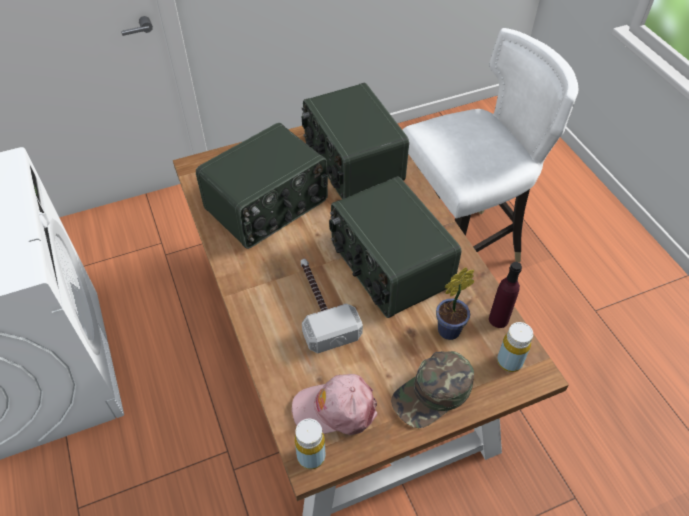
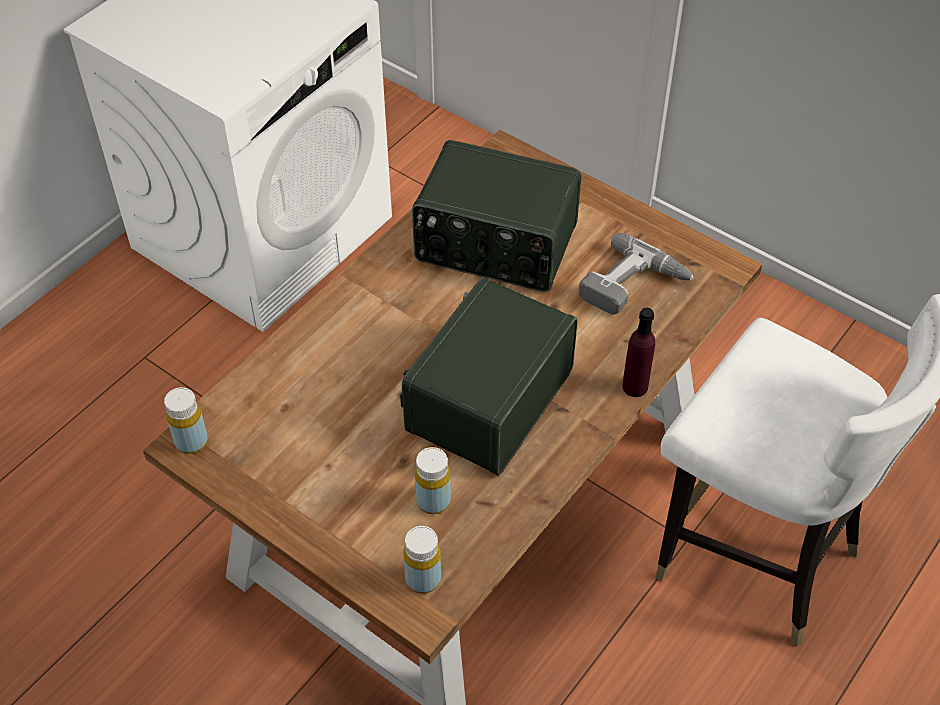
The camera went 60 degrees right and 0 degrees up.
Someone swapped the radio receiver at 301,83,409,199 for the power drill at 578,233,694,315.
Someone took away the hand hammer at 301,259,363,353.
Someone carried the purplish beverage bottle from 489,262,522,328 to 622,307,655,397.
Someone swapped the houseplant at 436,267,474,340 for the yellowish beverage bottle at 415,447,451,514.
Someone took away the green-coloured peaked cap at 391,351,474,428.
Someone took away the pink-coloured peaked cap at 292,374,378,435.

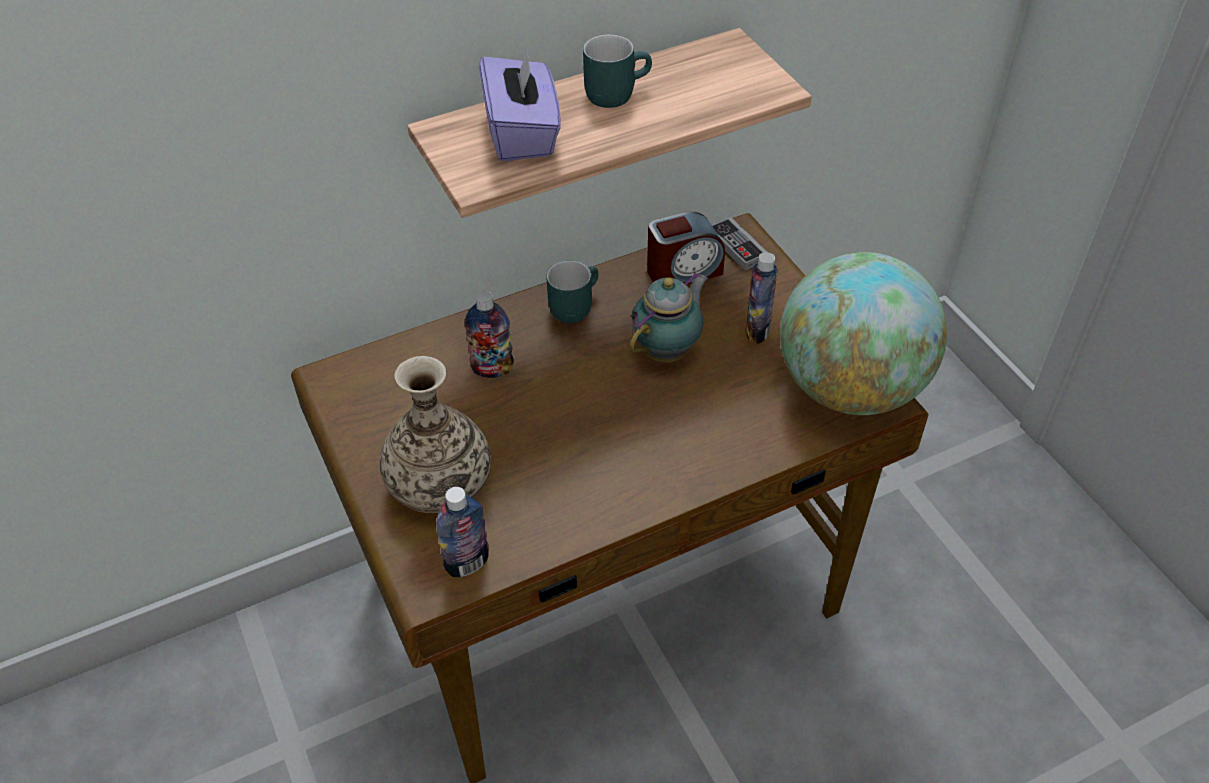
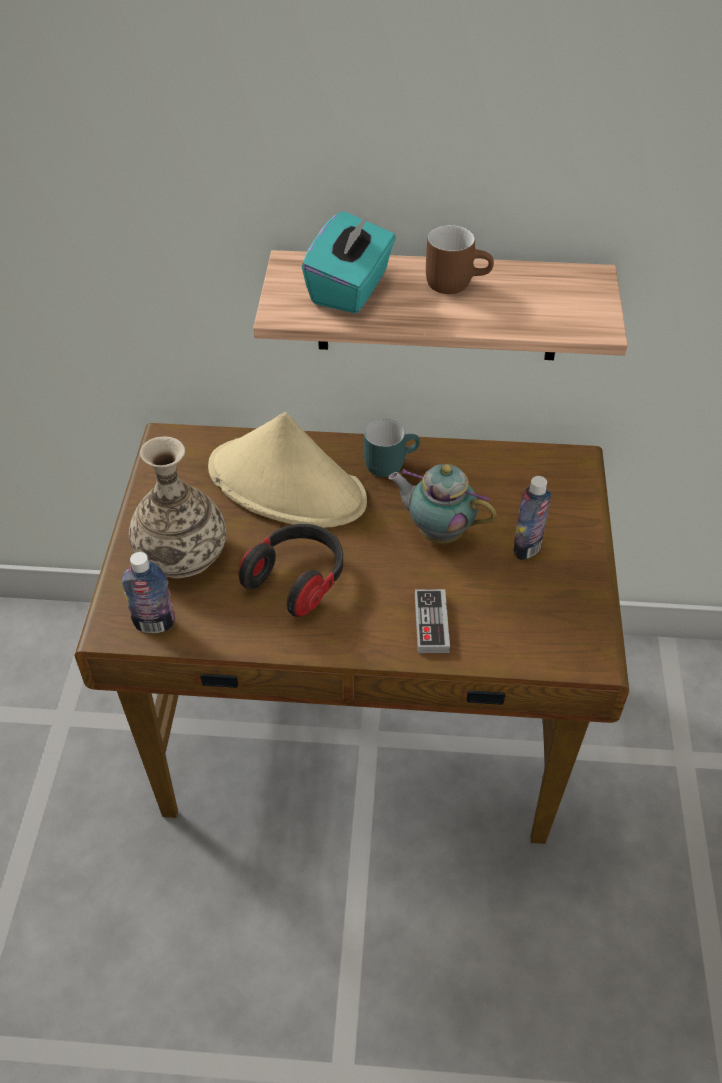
The camera went 30 degrees right and 0 degrees up.
Someone repainted the turquoise tea mug at 583,34,652,108, which became the brown tea mug at 426,225,494,294.
Someone repainted the purplish tissue box at 479,48,561,161, which became the turquoise tissue box at 302,211,396,314.
Someone took away the bedside clock at 647,211,725,284.
Someone carried the game controller from 712,217,767,270 to 415,589,450,653.
Someone took away the globe at 780,252,947,415.
Someone rotated the teapot at 629,272,708,363 by 135 degrees counterclockwise.
Someone swapped the beverage bottle at 464,290,514,378 for the sand-coloured wearable hat at 208,412,367,528.
Someone put down the pair of headphones at 239,524,343,617.

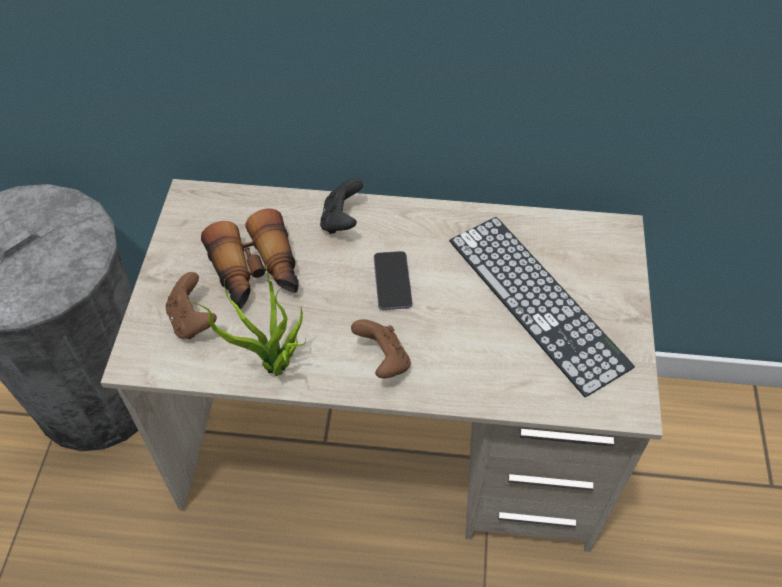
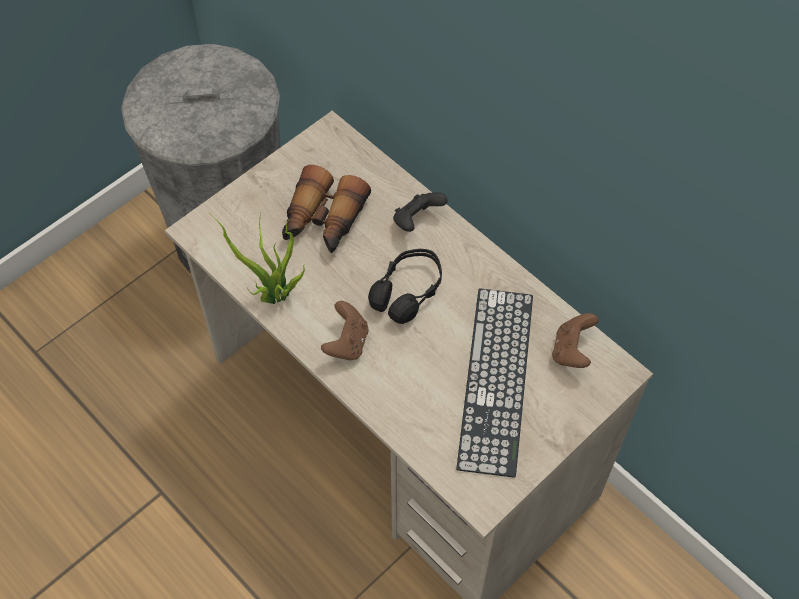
The camera went 40 degrees right and 5 degrees up.
Someone swapped the telephone at 374,251,412,310 for the black-coloured pair of headphones at 368,249,442,324.
Someone carried the brown game controller from 166,272,217,339 to 552,313,598,368.

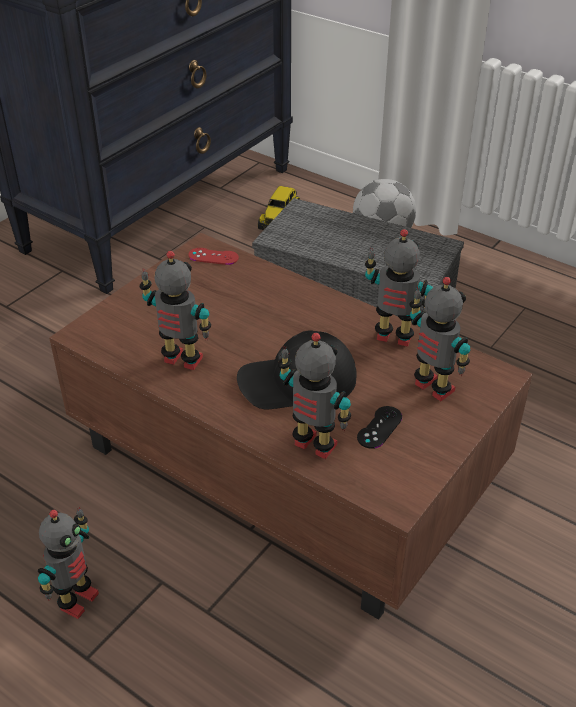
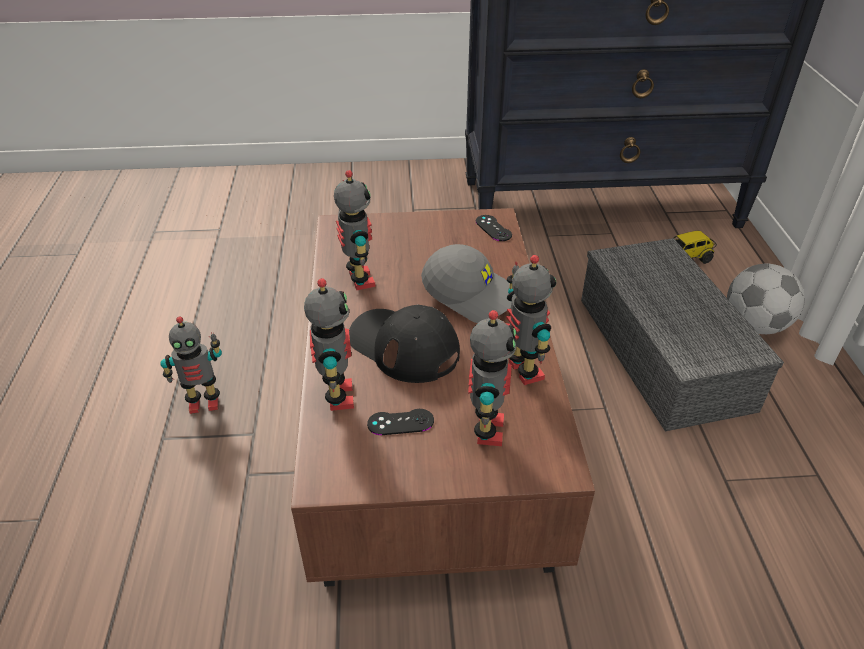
The camera went 50 degrees right and 0 degrees up.
Someone repainted the red game controller at 188,248,239,265, which became the black-coloured game controller at 476,215,512,241.
Someone put down the gray peaked cap at 421,244,511,323.

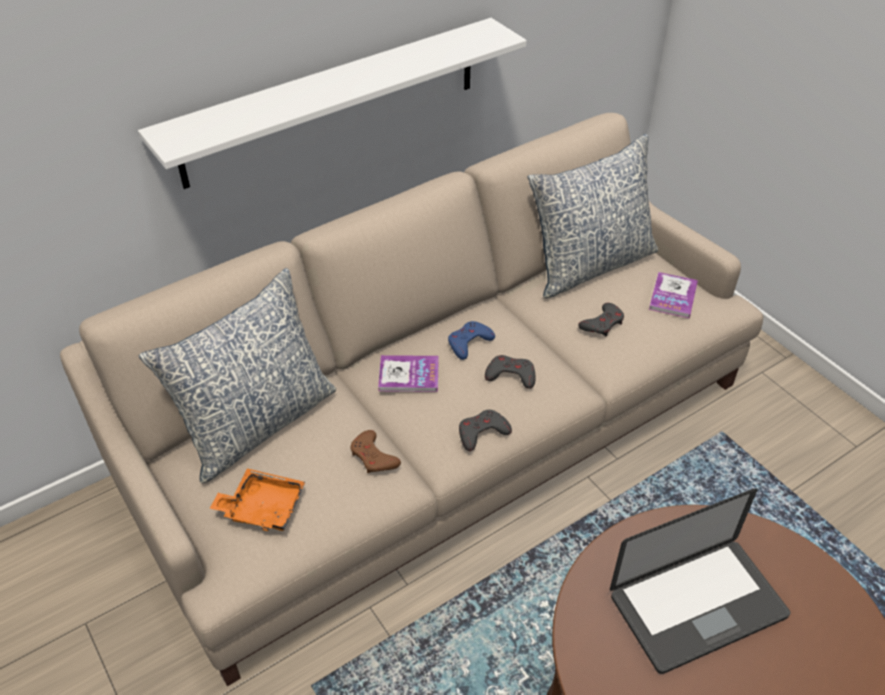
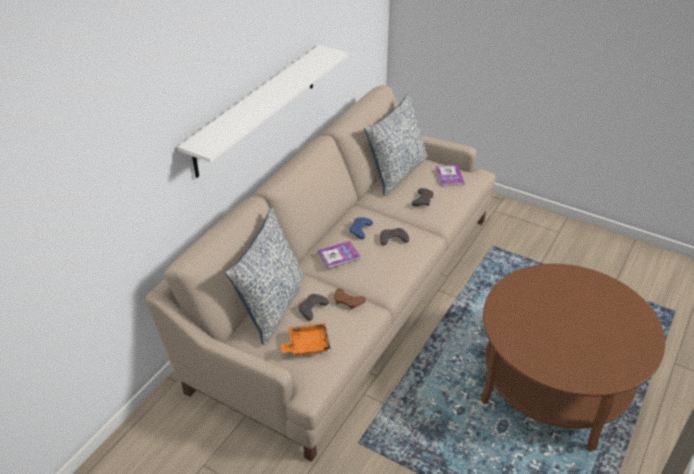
The camera went 25 degrees left and 5 degrees down.
Someone carried the gray game controller from 459,410,512,451 to 298,294,329,321.
Someone took away the notebook computer at 610,488,790,674.

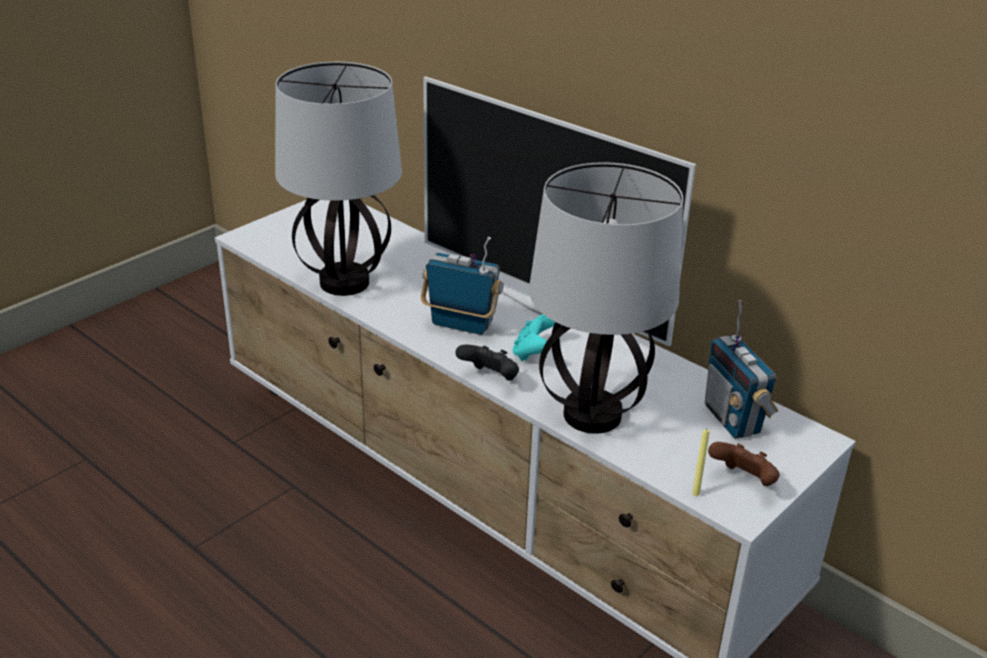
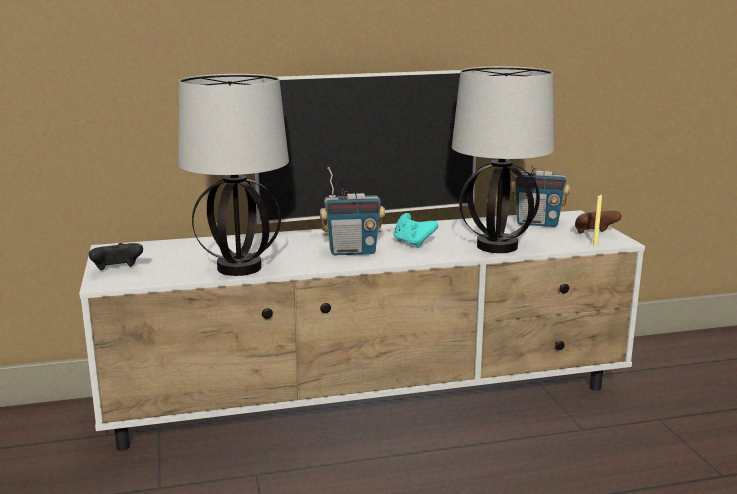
The camera went 55 degrees left and 15 degrees down.
Someone rotated the radio receiver at 421,237,504,335 by 150 degrees counterclockwise.
Someone carried the black-coloured game controller from 455,345,519,380 to 89,243,143,270.

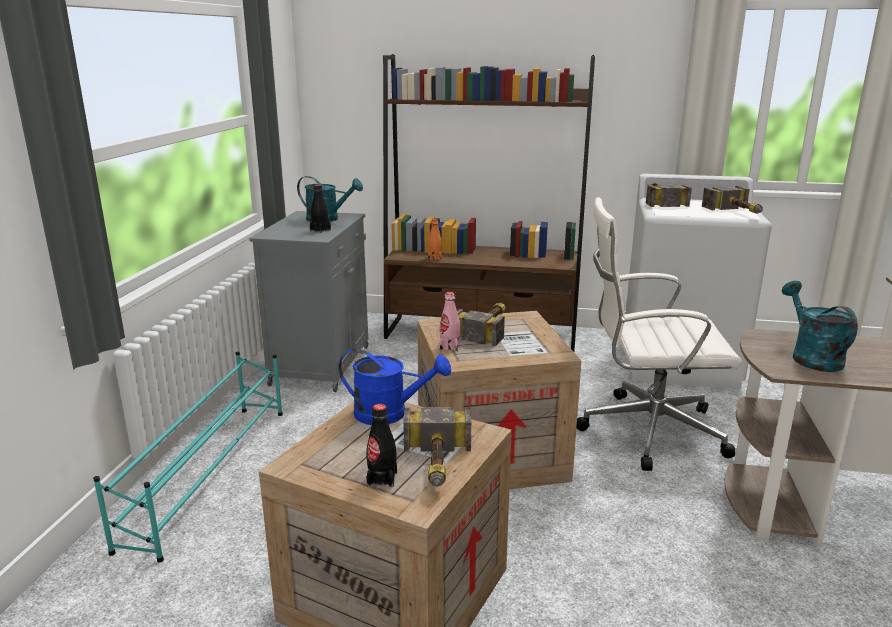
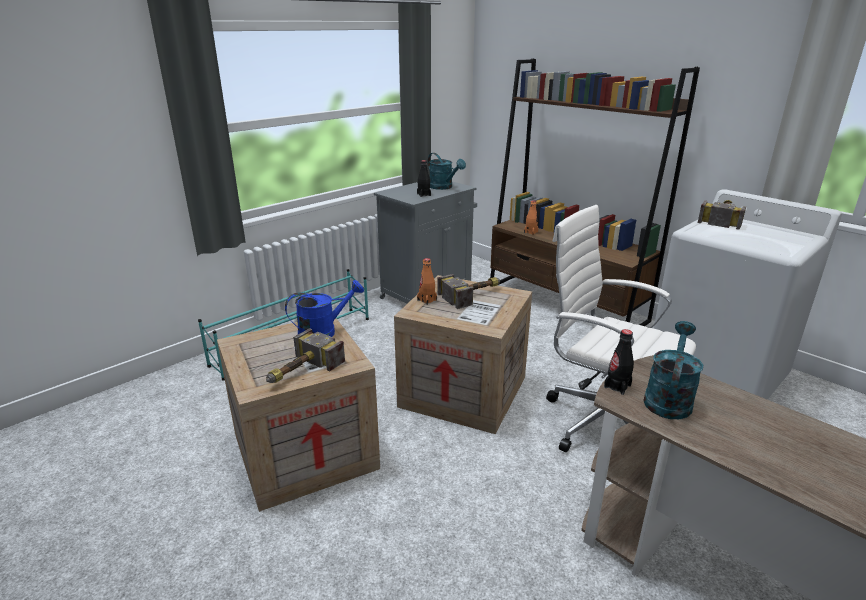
The camera went 35 degrees right and 5 degrees up.
Someone took away the hand hammer at 702,186,763,214.
Someone repainted the pink-coloured beverage bottle at 439,292,460,351, which became the orange beverage bottle at 417,258,437,305.
Someone rotated the blue watering pot at 339,349,451,425 by 75 degrees counterclockwise.
Someone carried the black-coloured beverage bottle from 366,404,397,487 to 604,329,634,395.

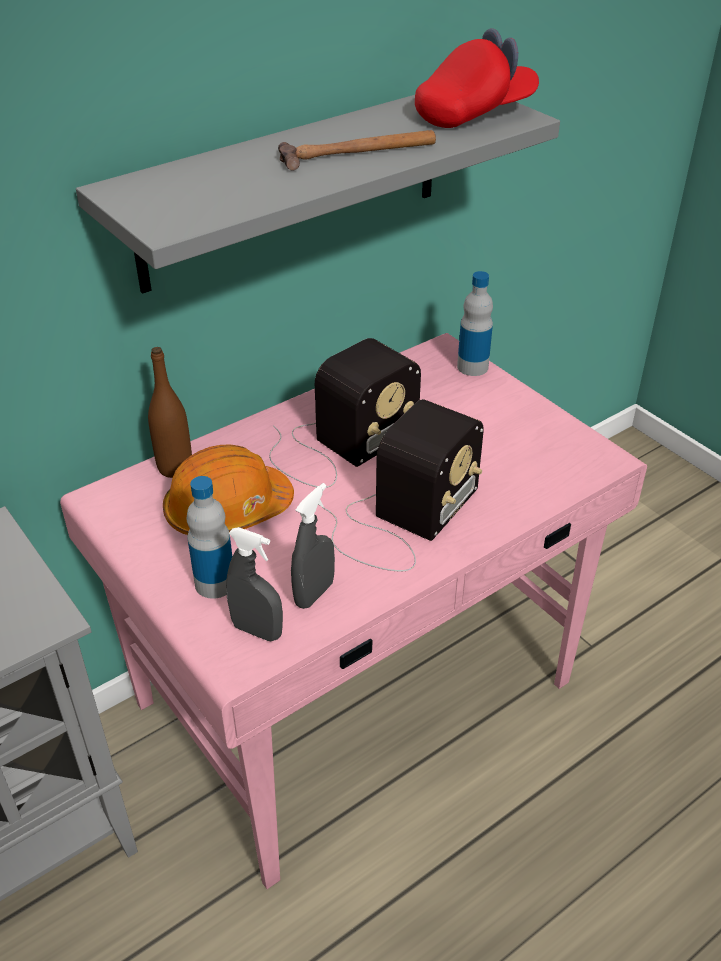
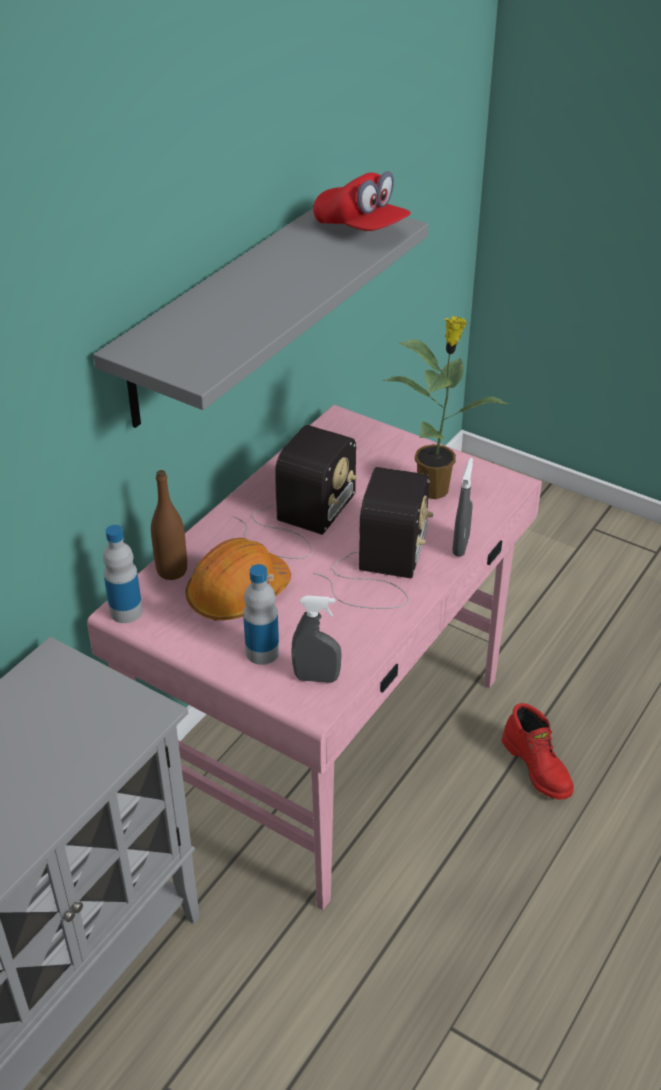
The camera went 20 degrees left and 0 degrees up.
Someone rotated the red peaked cap at 415,28,539,128 by 90 degrees clockwise.
Someone took away the hand hammer at 278,130,436,171.
Someone carried the beverage bottle from 457,271,493,376 to 103,525,143,623.
Someone carried the gray sprayer from 291,483,335,609 to 452,458,473,557.
Someone put down the houseplant at 382,316,509,499.
Someone put down the red tall boot at 502,703,574,800.

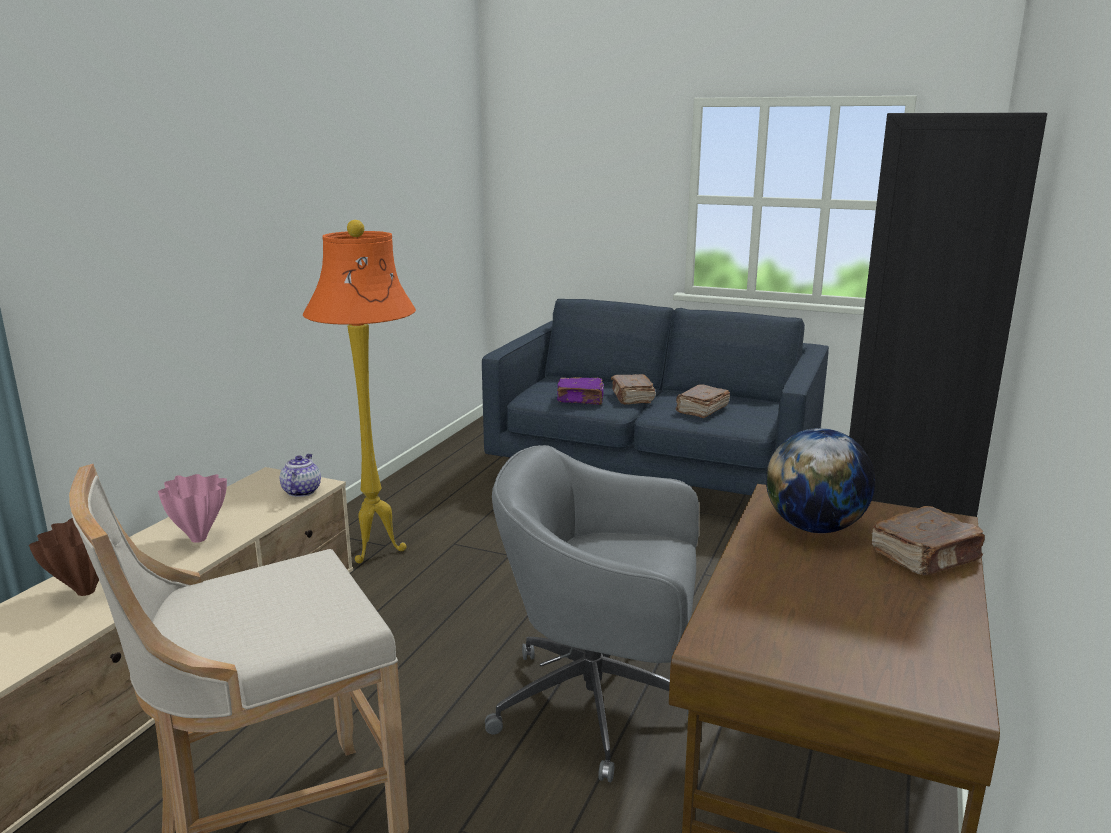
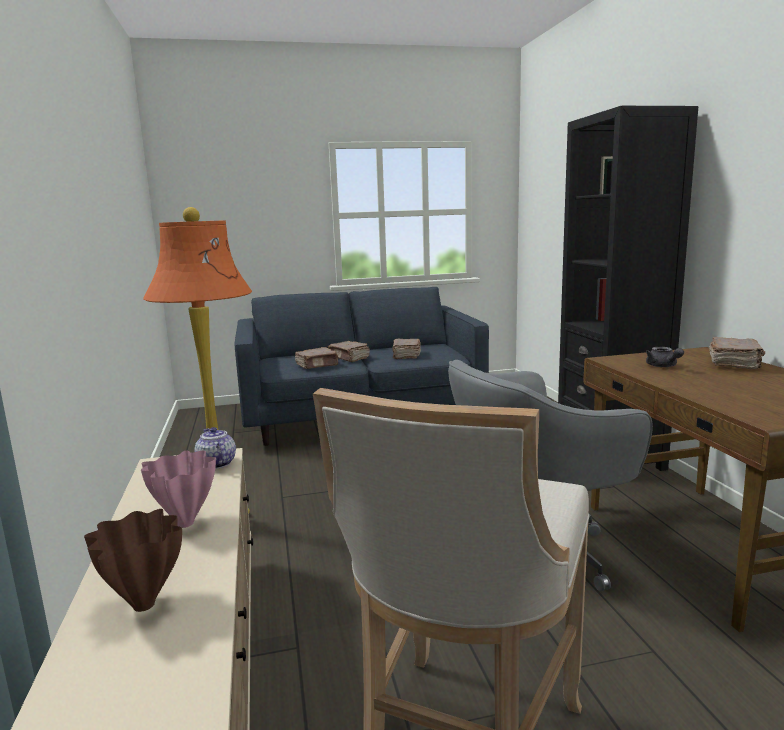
The camera went 35 degrees left and 5 degrees down.
Someone repainted the purplish volume at 557,377,604,405, which became the brown volume at 295,347,339,369.
Someone swapped the globe at 766,428,875,533 for the gray teapot at 646,347,684,367.

